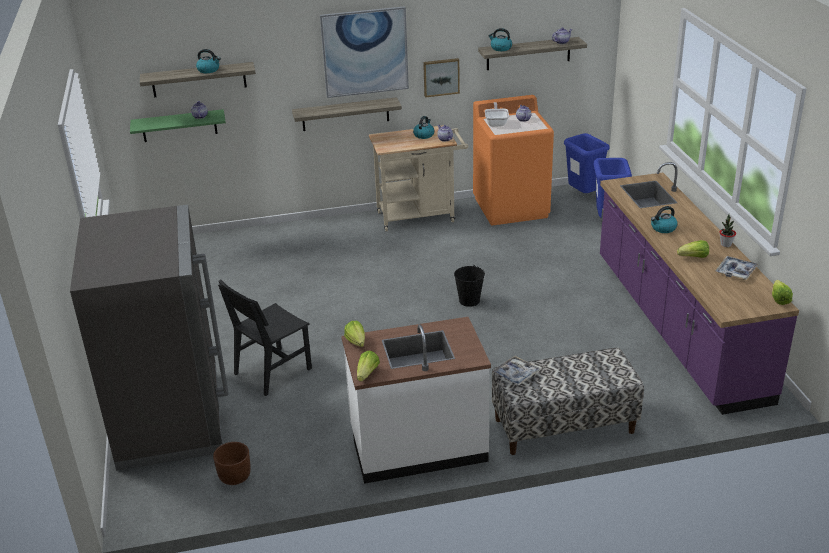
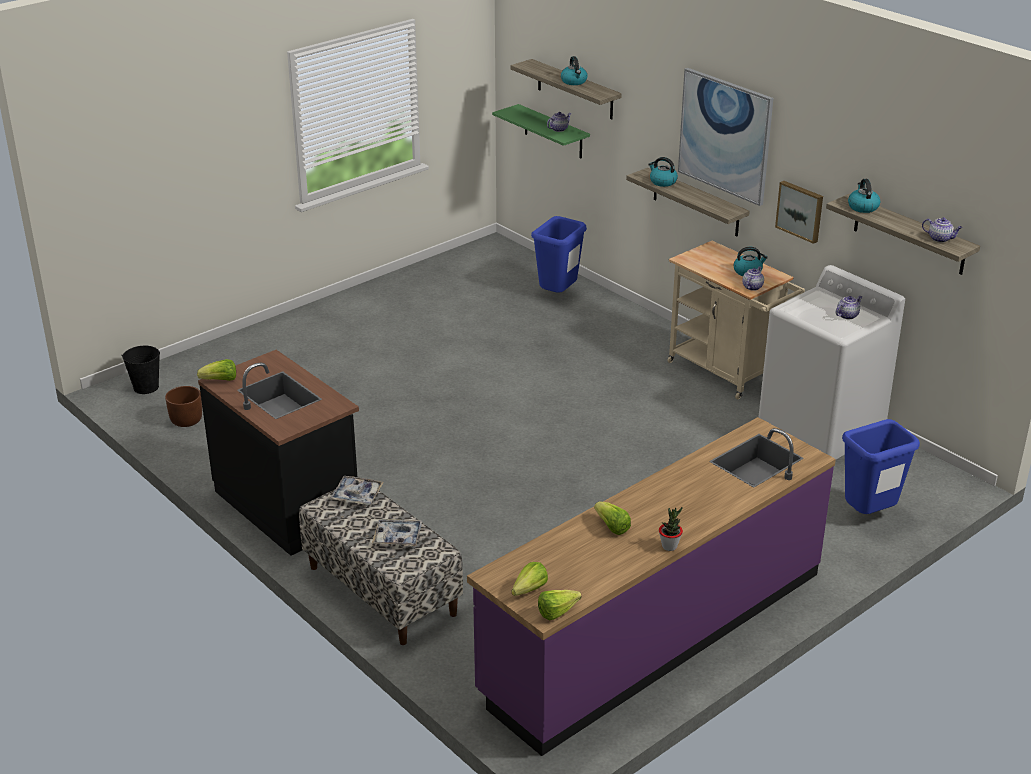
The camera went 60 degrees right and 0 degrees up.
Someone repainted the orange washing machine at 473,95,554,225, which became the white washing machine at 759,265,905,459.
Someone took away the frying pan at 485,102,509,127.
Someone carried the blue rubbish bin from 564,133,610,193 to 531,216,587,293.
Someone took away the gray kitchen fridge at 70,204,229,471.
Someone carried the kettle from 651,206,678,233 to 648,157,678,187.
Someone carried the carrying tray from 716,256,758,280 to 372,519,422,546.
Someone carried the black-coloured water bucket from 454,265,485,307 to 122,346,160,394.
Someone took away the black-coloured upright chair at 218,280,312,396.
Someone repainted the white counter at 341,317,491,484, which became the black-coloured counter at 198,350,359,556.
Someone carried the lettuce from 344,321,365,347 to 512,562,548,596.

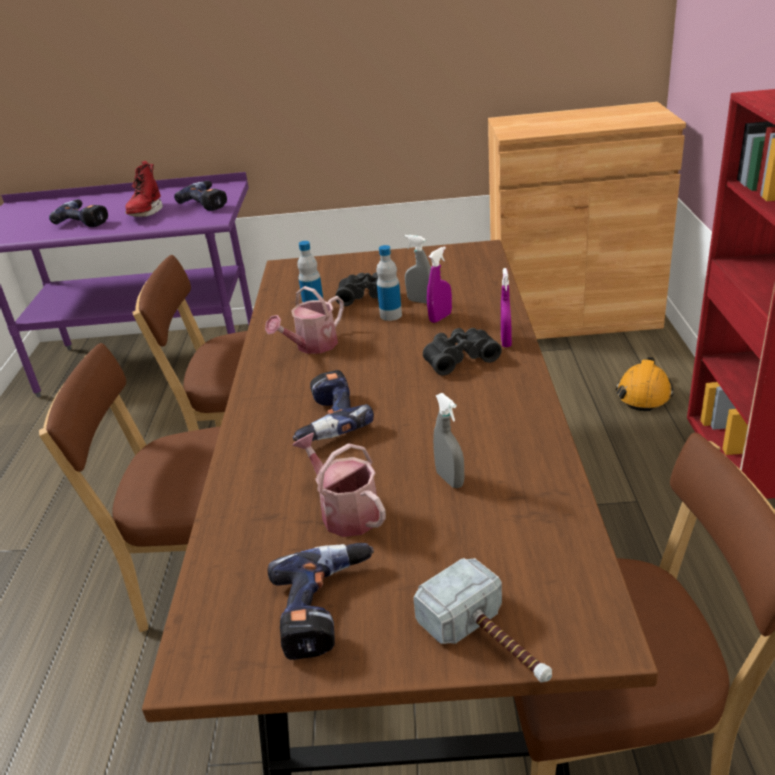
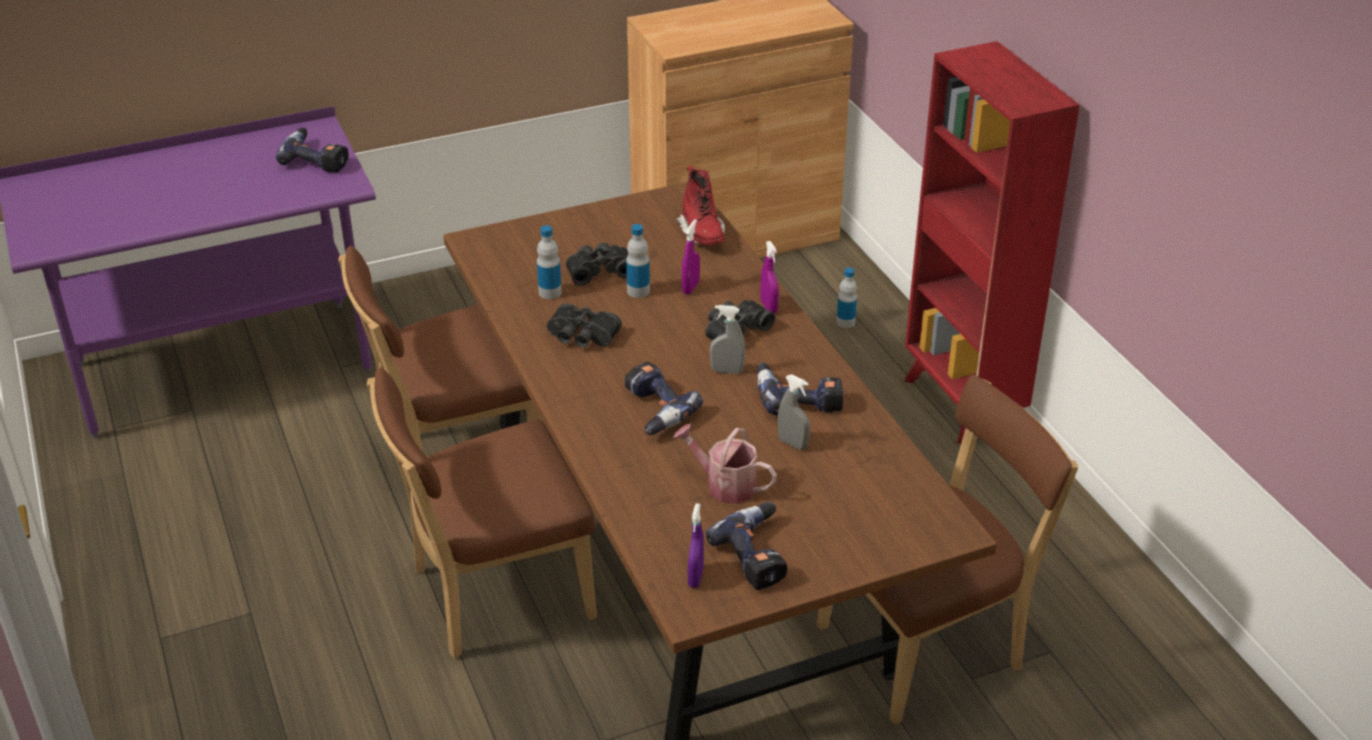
The camera went 25 degrees left and 5 degrees up.
Someone carried the red tall boot from 125,161,163,217 to 676,166,725,245.
Someone carried the power drill from 49,199,108,227 to 757,363,843,415.
Someone carried the gray sprayer from 405,235,431,304 to 710,305,745,374.
Someone swapped the watering pot at 265,286,344,354 for the black-coloured pair of binoculars at 547,303,622,348.
Someone swapped the orange hard hat at 616,356,673,411 for the beverage bottle at 836,268,857,328.
Someone took away the hand hammer at 413,558,552,682.
Someone put down the purplish sprayer at 688,503,704,588.

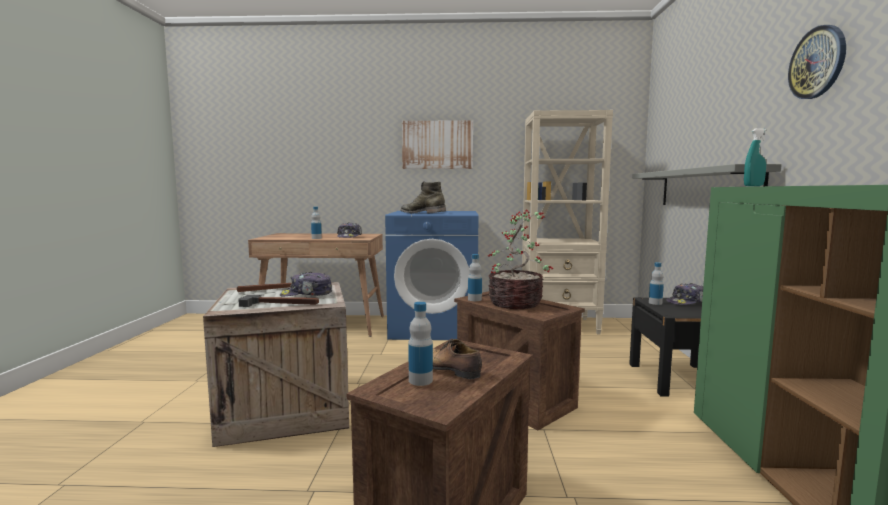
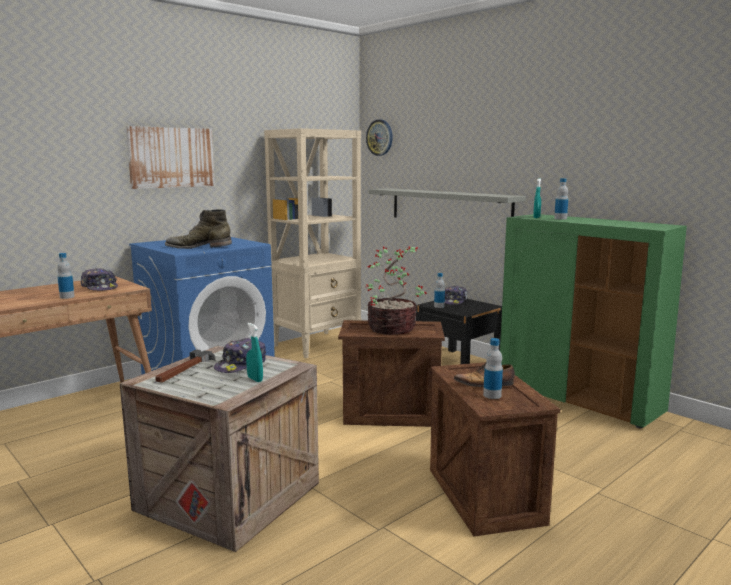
The camera went 45 degrees left and 5 degrees up.
Someone carried the clock on the wall from 788,25,846,99 to 366,119,393,156.
Someone carried the beverage bottle from 468,254,482,301 to 554,178,568,220.
Someone swapped the hand hammer at 238,295,319,307 for the turquoise sprayer at 246,323,263,382.

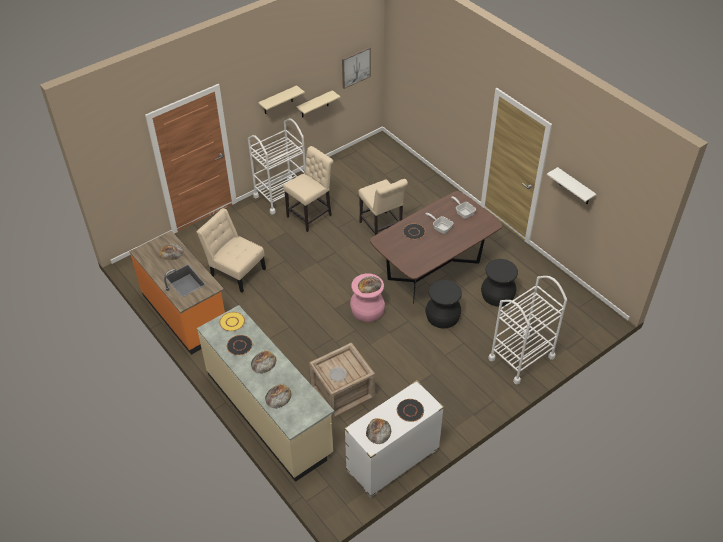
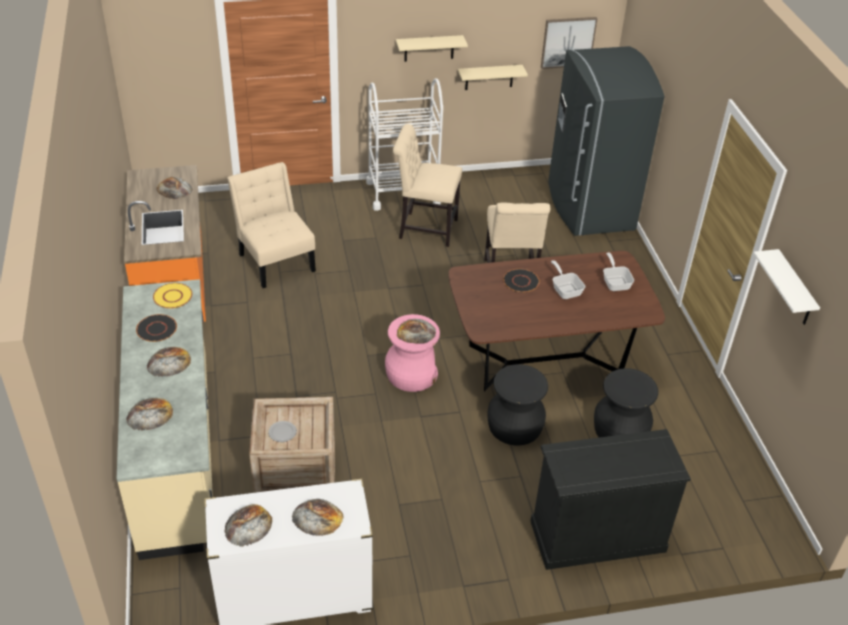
The camera went 25 degrees right and 5 degrees down.
Someone rotated the sand-coloured upright chair at 283,146,334,232 by 150 degrees counterclockwise.
Someone swapped the white wheeled cart at 488,276,567,384 for the black-coloured cabinet at 530,429,691,570.
Someone swapped the black-coloured plate at 397,399,424,422 for the bakery bread at 292,499,344,536.
Someone put down the gray kitchen fridge at 548,46,664,236.

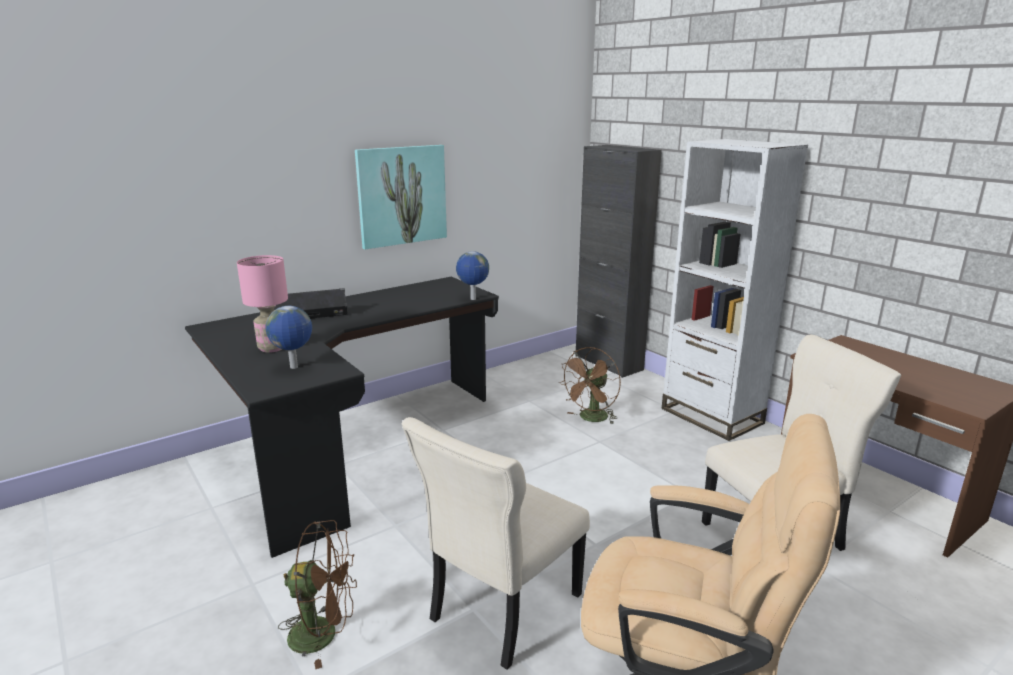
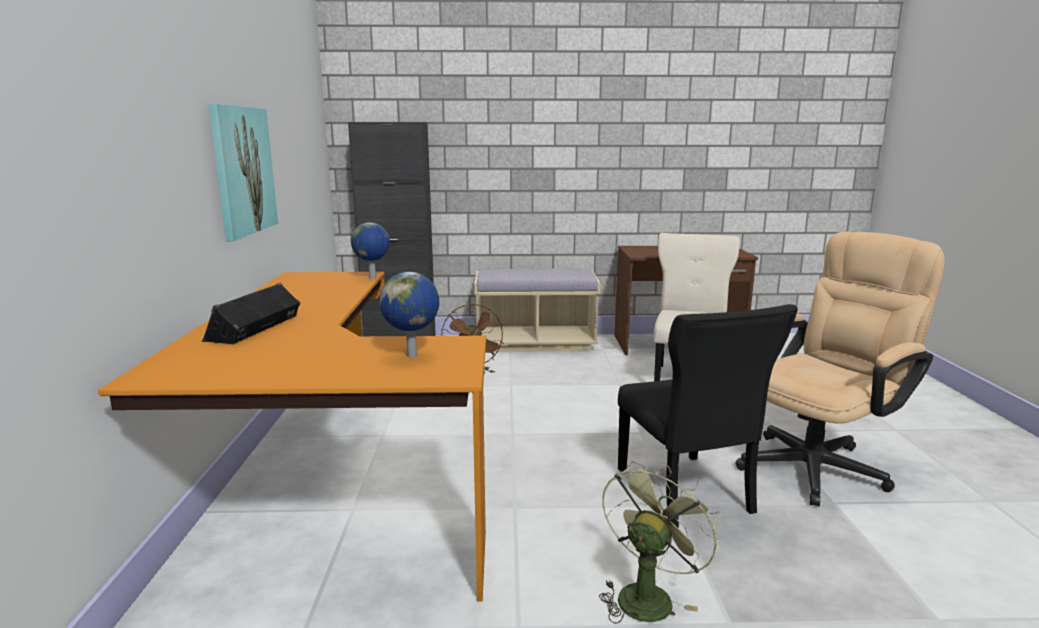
The camera went 55 degrees left and 5 degrees down.
Someone swapped the white bookcase at 662,139,808,441 for the sand-coloured bench at 474,268,601,352.
Someone took away the pink-coloured table lamp at 237,255,288,353.
Someone repainted the black-coloured desk at 185,277,499,558, which became the orange desk at 98,272,486,602.
Someone repainted the sand-coloured upright chair at 402,417,590,670, which became the black-coloured upright chair at 618,304,798,528.
Someone repainted the brown fan at 278,520,357,669, which became the green-coloured fan at 599,461,720,624.

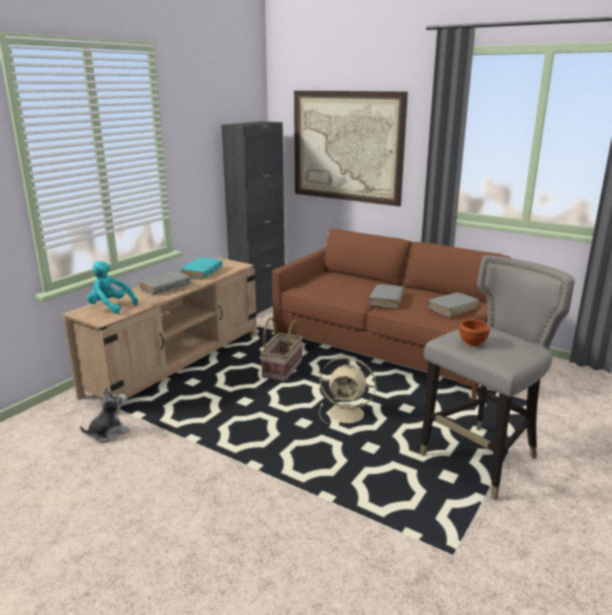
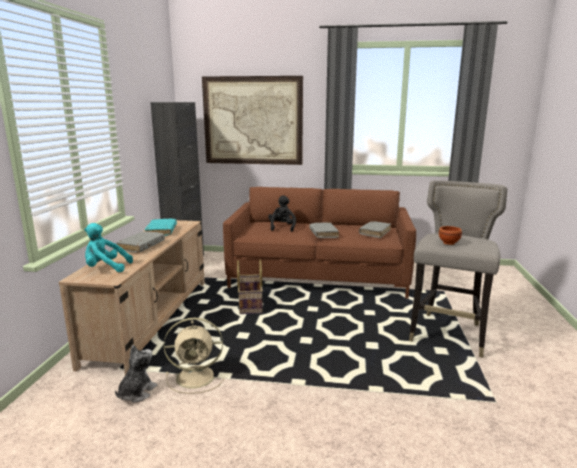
The camera went 25 degrees left and 5 degrees down.
Someone carried the sand-coloured fan from 319,357,376,423 to 163,318,224,394.
Someone put down the black-coloured soft toy at 268,195,296,232.

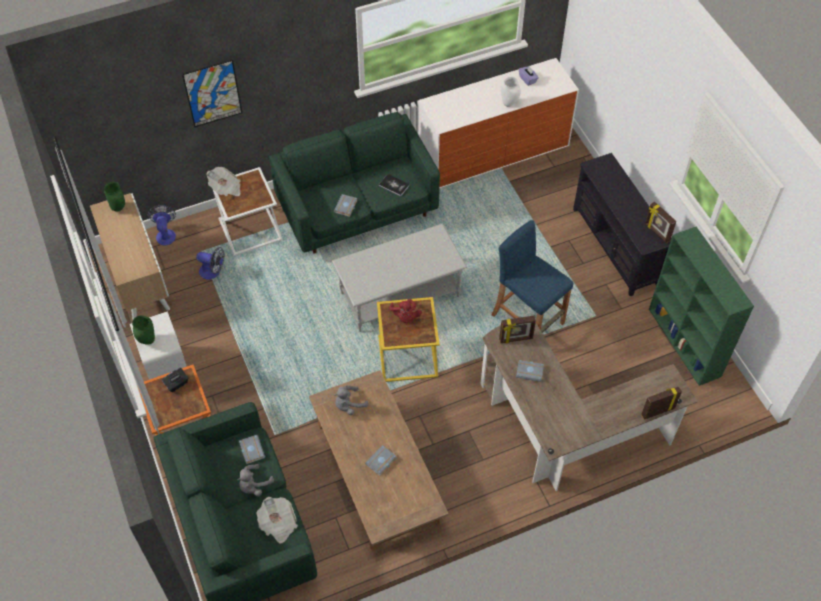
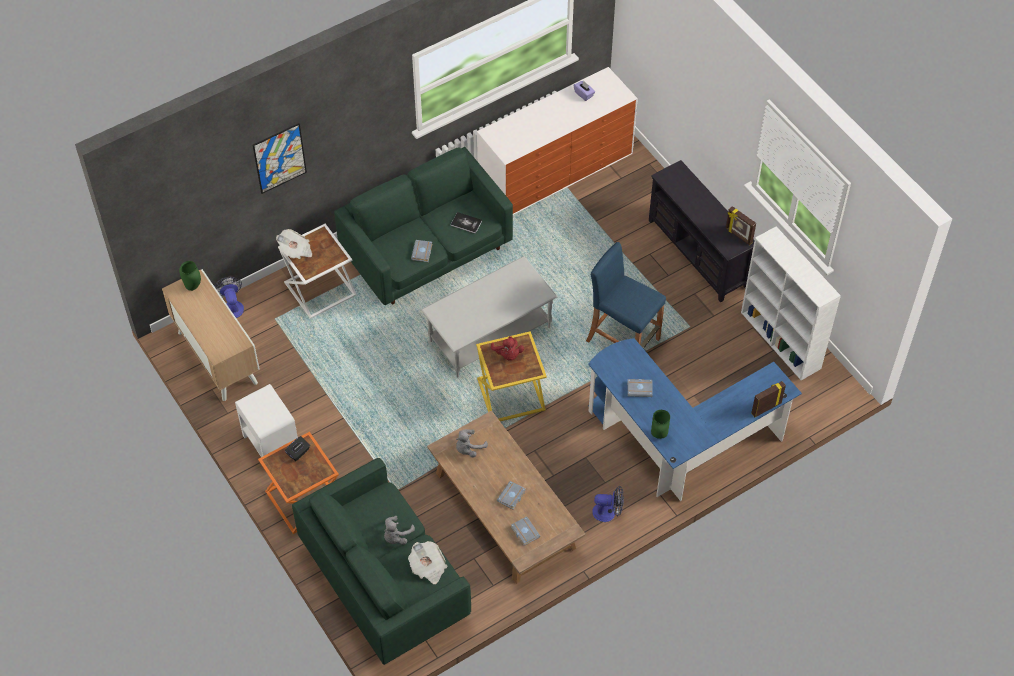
The camera went 10 degrees left and 0 degrees up.
Someone took away the white vase at 501,77,521,107.
Someone repainted the green-coloured bookcase at 649,227,754,386, which became the white bookcase at 741,226,841,380.
Someone carried the fan from 196,247,224,280 to 592,486,624,522.
Someone carried the green-coloured vase from 132,315,155,345 to 651,410,670,439.
Someone took away the picture frame at 499,316,536,343.
Someone repainted the brown desk at 481,323,698,491, which became the blue desk at 588,338,802,501.
Someone carried the gray volume from 239,435,265,464 to 511,517,540,546.

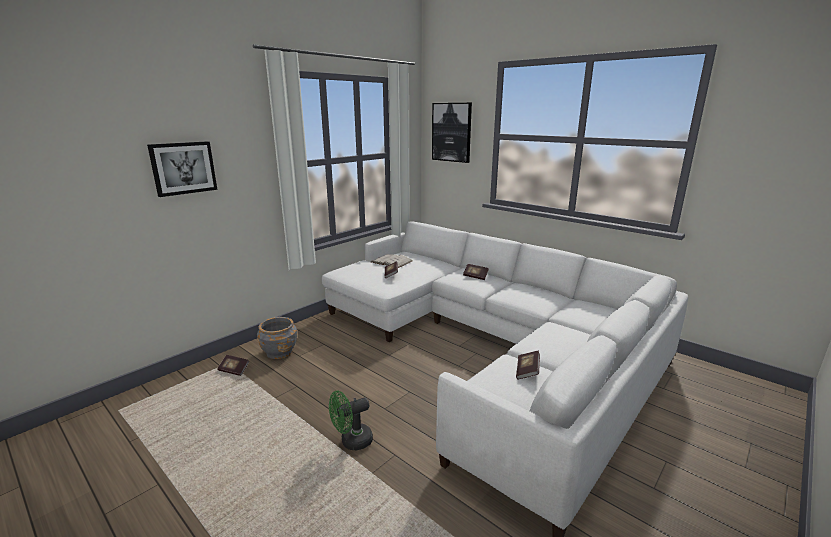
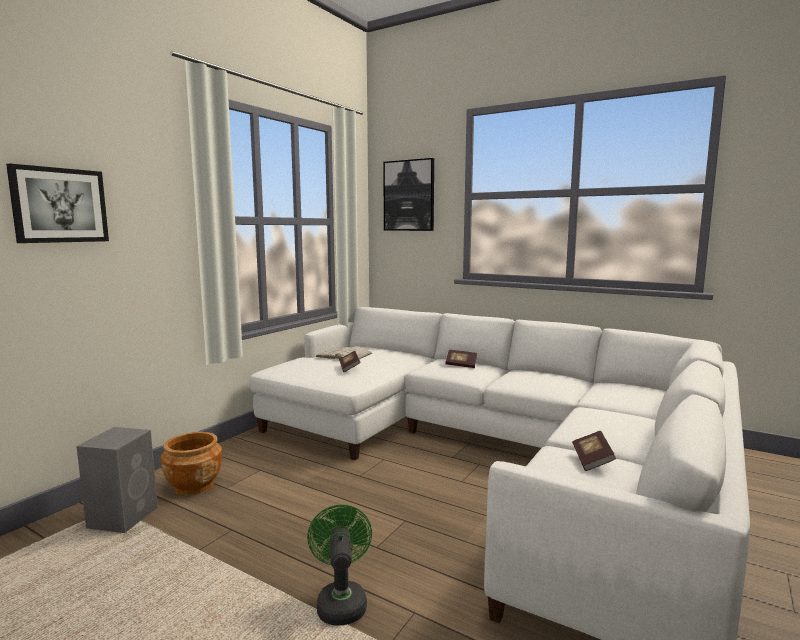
The camera went 10 degrees left and 10 degrees down.
Someone repainted the gray flower pot at 257,317,297,359, which became the brown flower pot at 160,432,222,495.
Someone swapped the volume at 217,355,249,376 for the gray speaker at 76,427,158,533.
Someone rotated the green-coloured fan at 329,391,373,450 by 120 degrees clockwise.

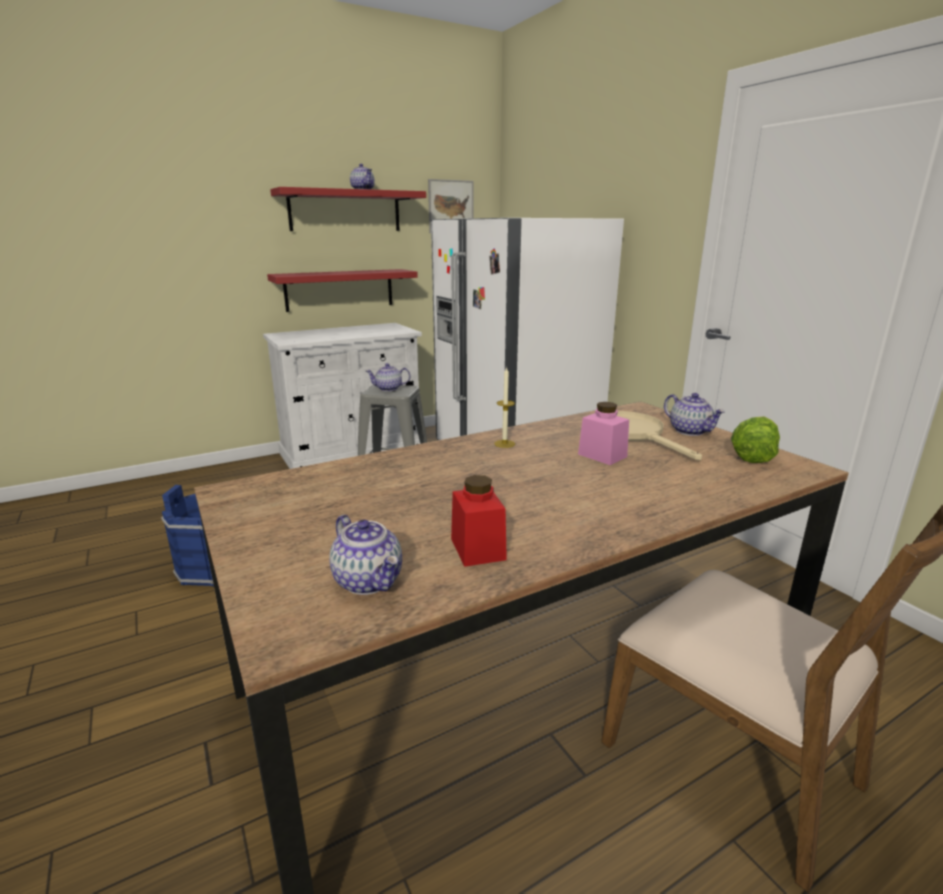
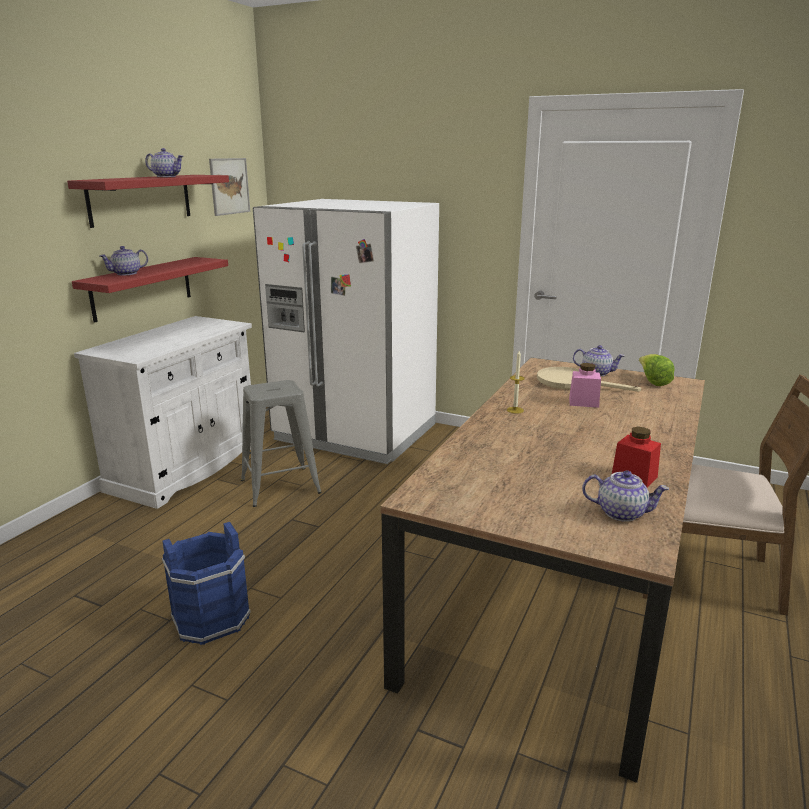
The camera went 35 degrees left and 0 degrees up.
Someone carried the teapot from 366,363,410,391 to 100,246,148,275.

